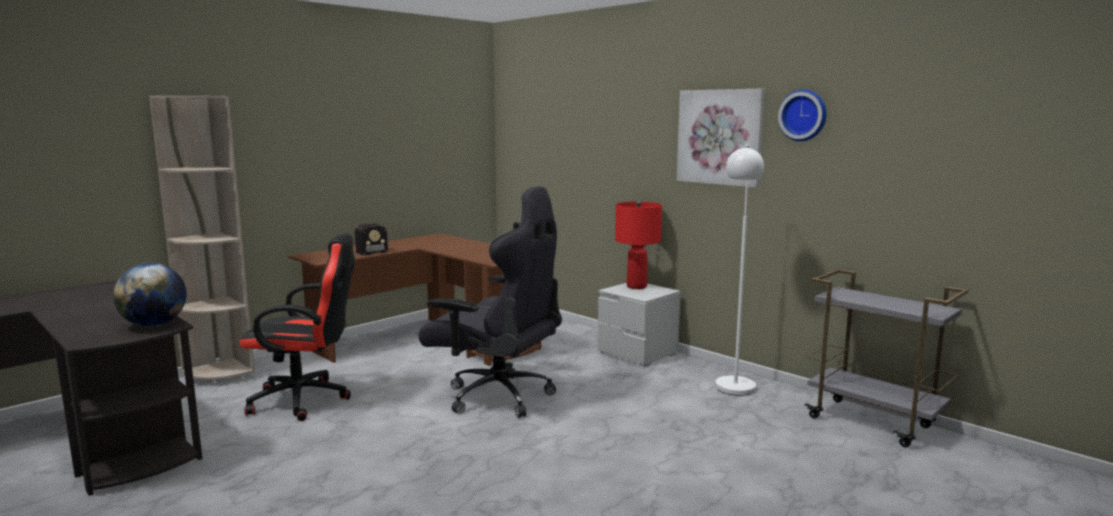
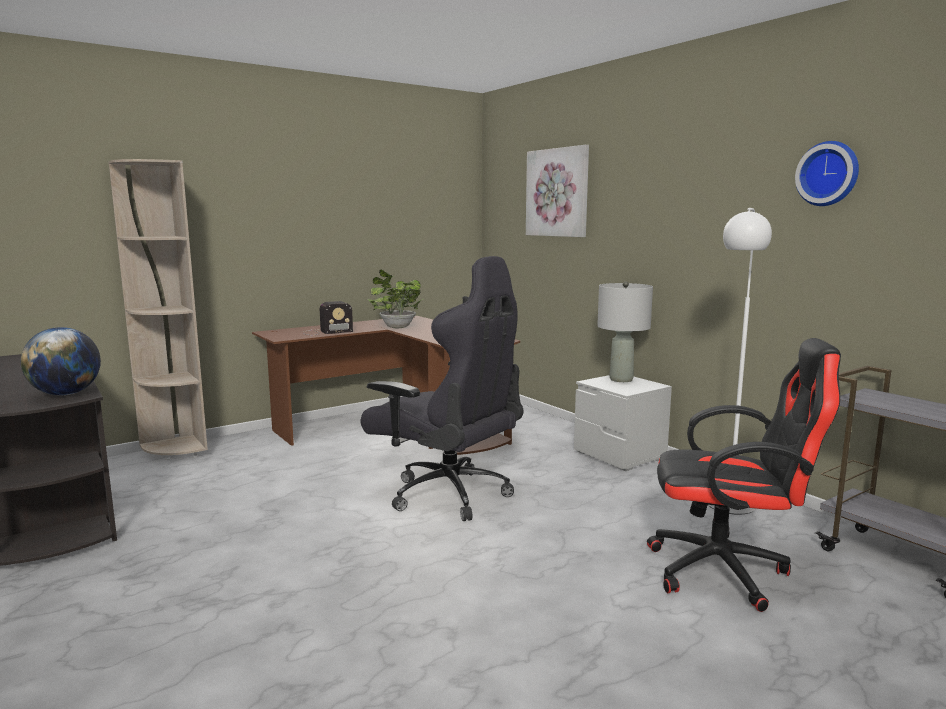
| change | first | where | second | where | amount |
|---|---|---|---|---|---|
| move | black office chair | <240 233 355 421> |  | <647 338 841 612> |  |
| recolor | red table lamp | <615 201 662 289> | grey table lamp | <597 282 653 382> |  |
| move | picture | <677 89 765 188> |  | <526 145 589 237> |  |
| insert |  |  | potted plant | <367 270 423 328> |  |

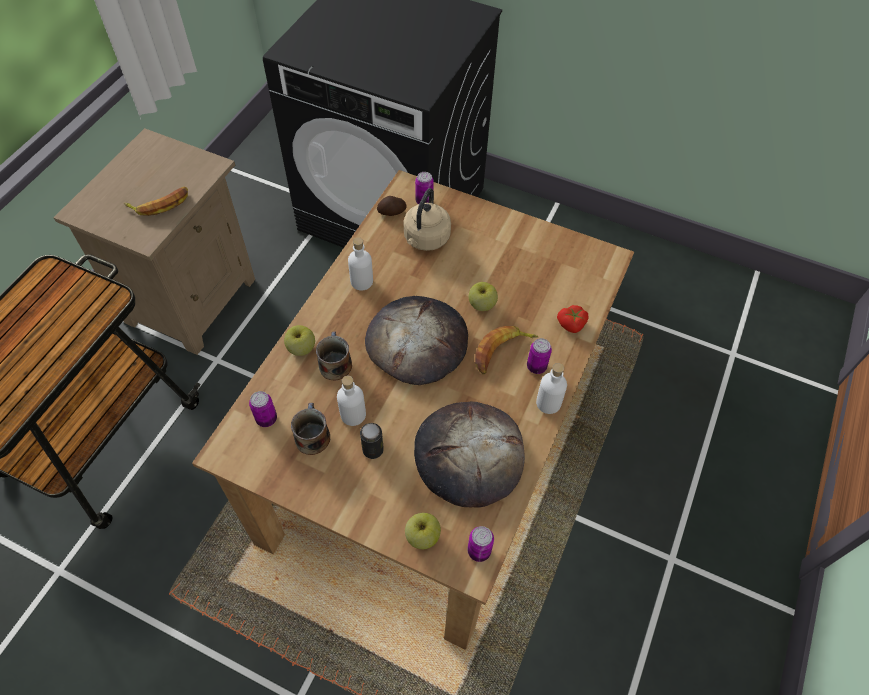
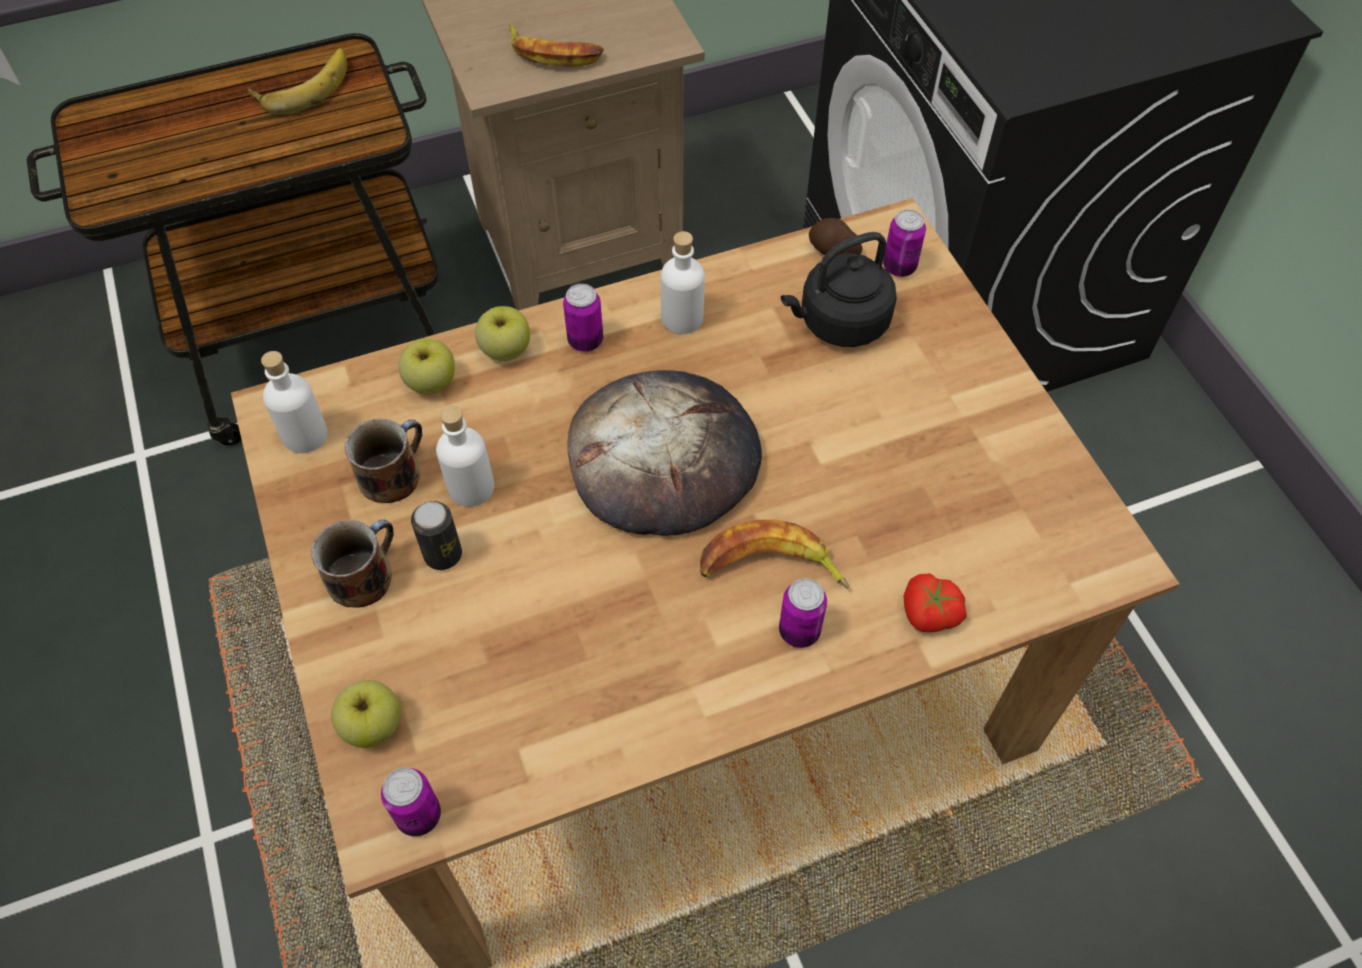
| change | first | where | second | where | amount |
|---|---|---|---|---|---|
| move | can | <249 391 277 427> |  | <563 284 603 352> |  |
| move | mug | <316 332 352 381> |  | <311 519 394 608> |  |
| recolor | beige kettle | <403 188 451 251> | black kettle | <781 232 897 347> |  |
| delete | bread | <414 402 525 508> |  |  |  |
| move | apple | <469 282 498 311> |  | <398 339 455 394> |  |
| move | white bottle | <536 363 567 414> |  | <261 351 327 453> |  |
| insert |  |  | banana | <248 48 347 115> |  |

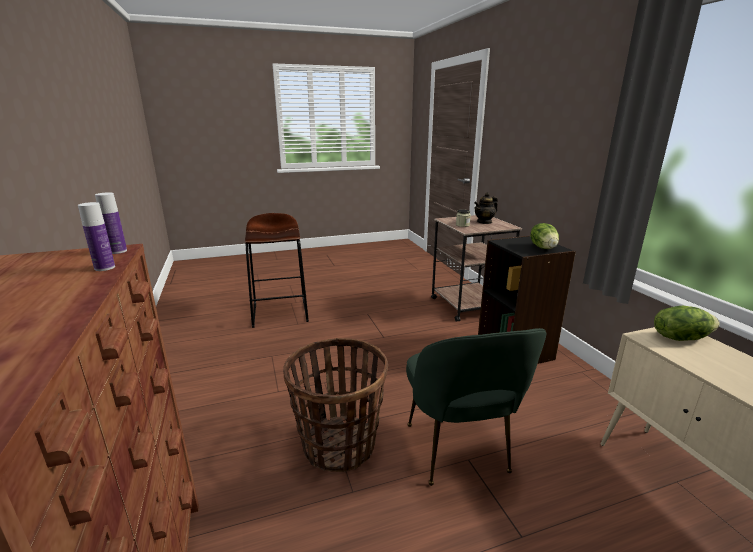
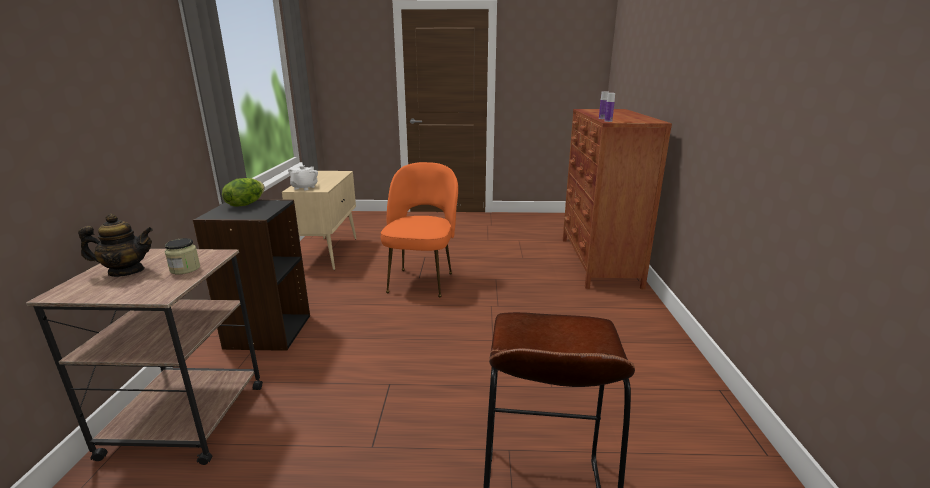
| change | first | where | second | where | amount |
|---|---|---|---|---|---|
| delete | basket | <283 338 388 472> |  |  |  |
| recolor | green chair | <406 328 546 486> | orange chair | <381 162 458 298> |  |
| replace | lettuce | <654 306 720 341> | white teapot | <288 165 318 190> |  |

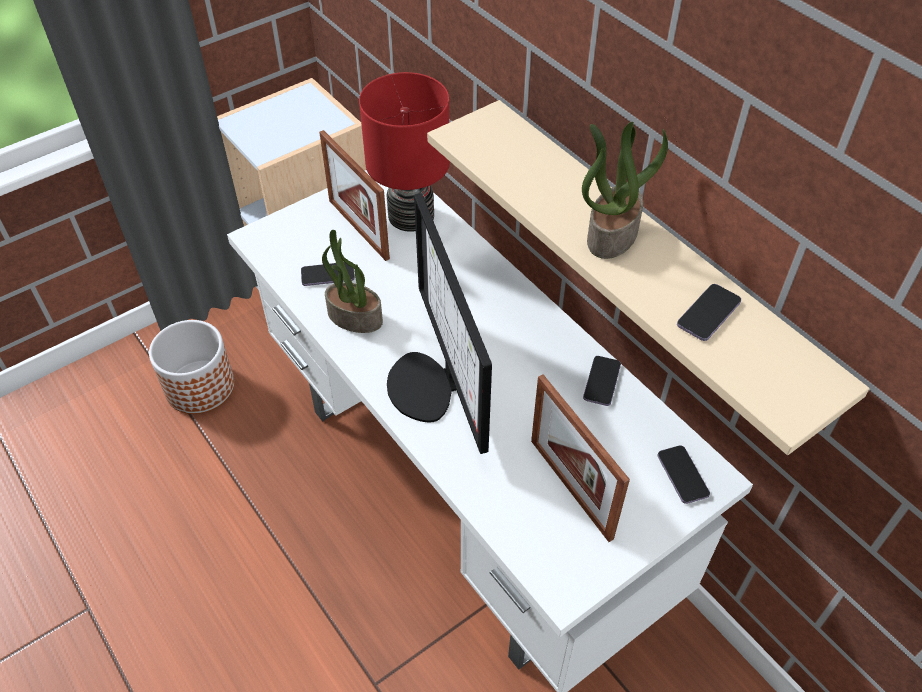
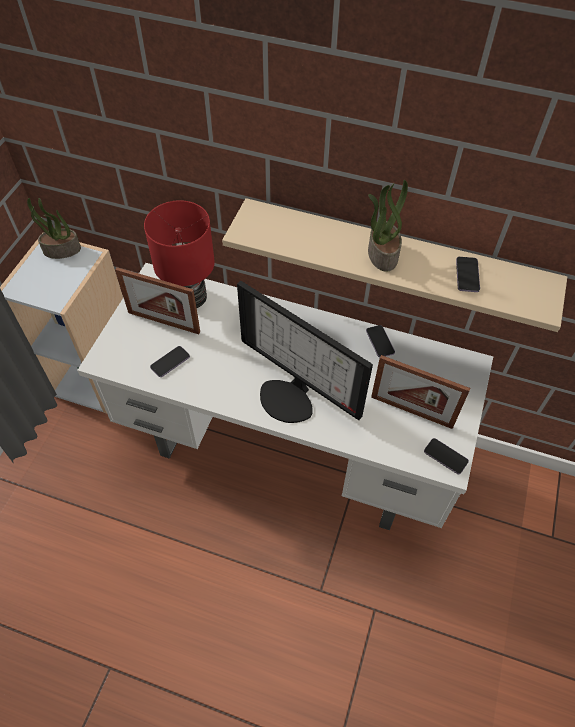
| change | first | where | second | where | amount |
|---|---|---|---|---|---|
| delete | planter | <149 320 234 414> |  |  |  |
| move | potted plant | <322 230 383 333> |  | <27 198 81 259> |  |
| move | phone | <657 445 710 504> |  | <424 438 469 474> |  |

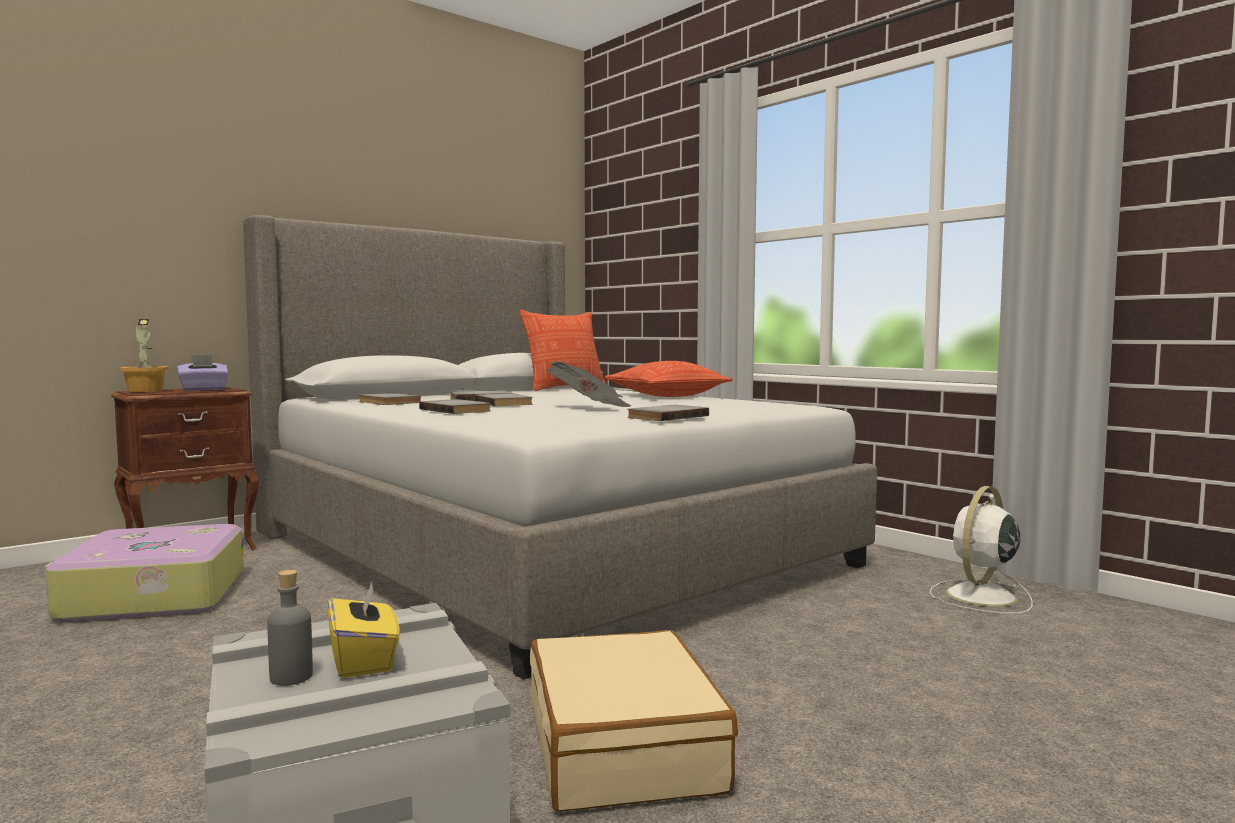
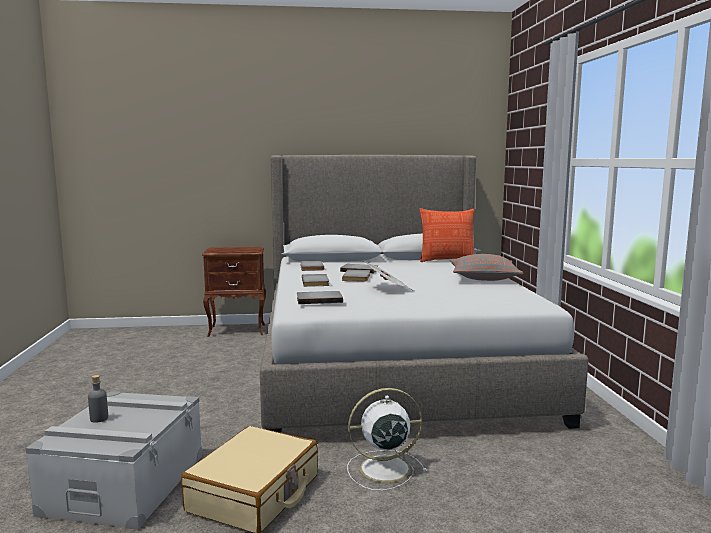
| change | first | where | second | where | amount |
|---|---|---|---|---|---|
| delete | suitcase | <45 524 244 622> |  |  |  |
| delete | potted plant | <119 319 169 392> |  |  |  |
| delete | purple tissue box | <177 355 229 391> |  |  |  |
| delete | yellow tissue box | <327 582 400 678> |  |  |  |
| recolor | orange pillow | <604 361 733 397> | grey pillow | <450 254 523 281> |  |
| move | grey book | <627 405 709 421> |  | <297 291 343 304> |  |
| move | white fan | <929 486 1033 614> |  | <347 388 427 491> |  |

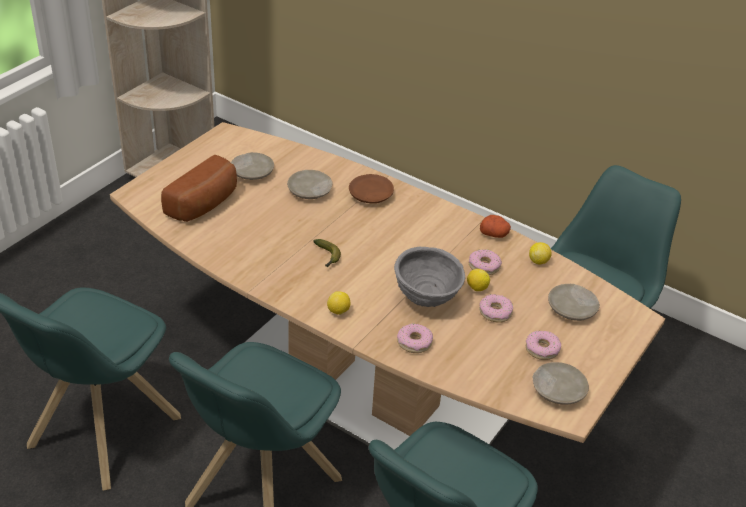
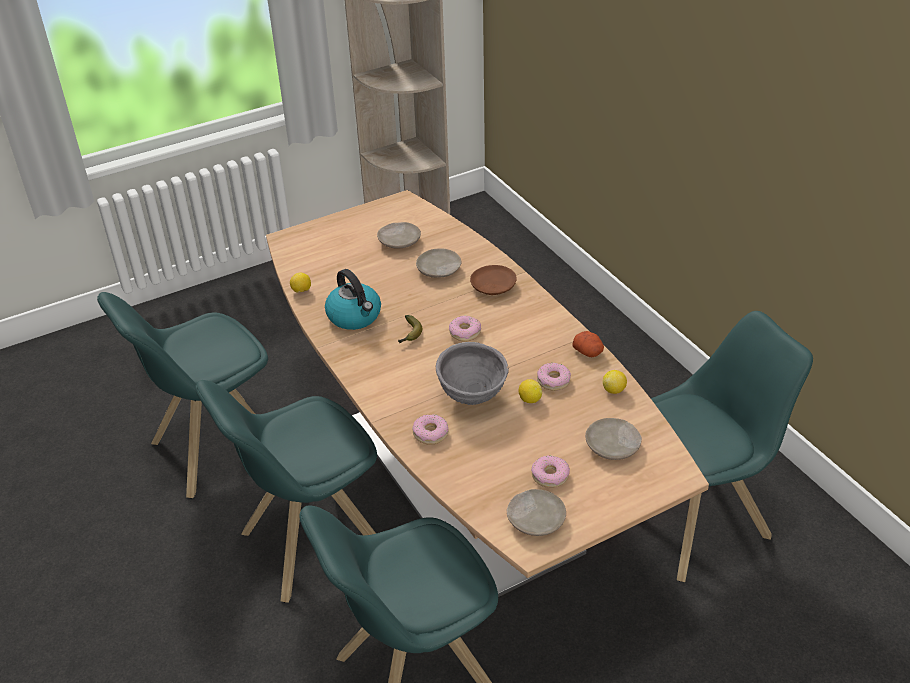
| change | first | where | second | where | amount |
|---|---|---|---|---|---|
| delete | bread | <161 155 237 222> |  |  |  |
| move | lemon | <327 291 350 315> |  | <290 272 311 293> |  |
| move | donut | <480 294 513 323> |  | <449 315 481 342> |  |
| insert |  |  | kettle | <325 269 381 330> |  |

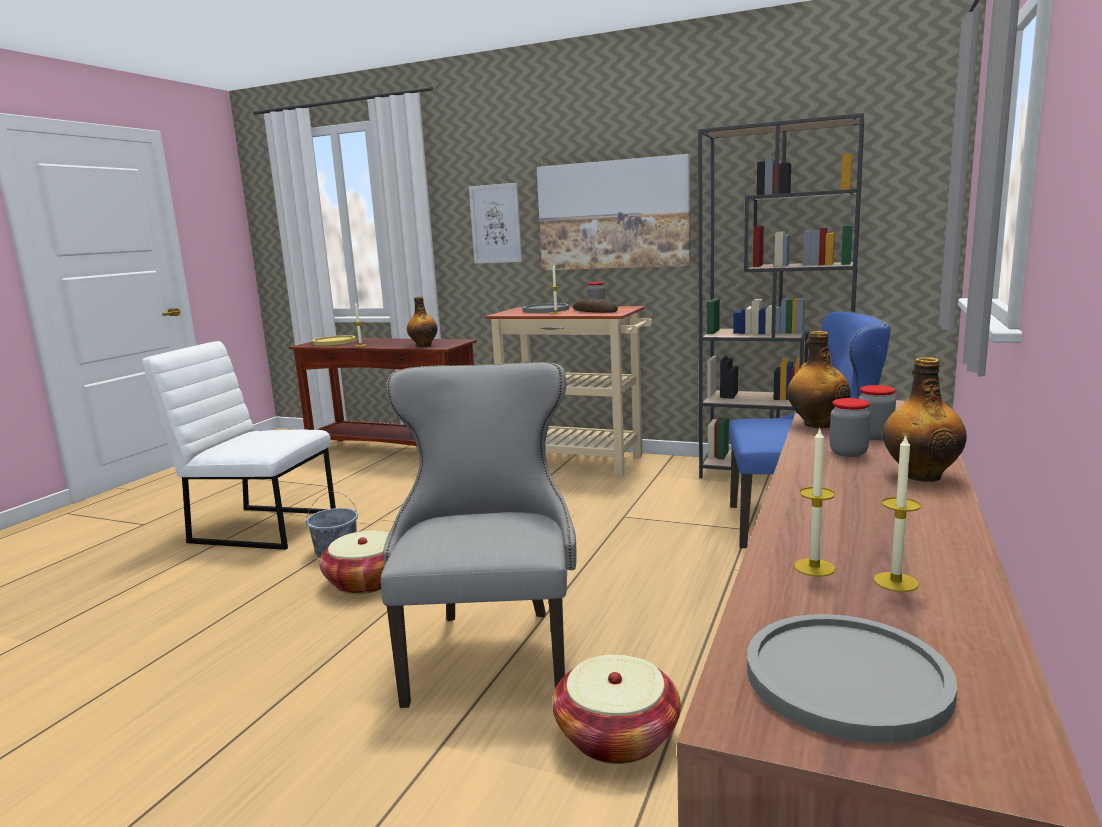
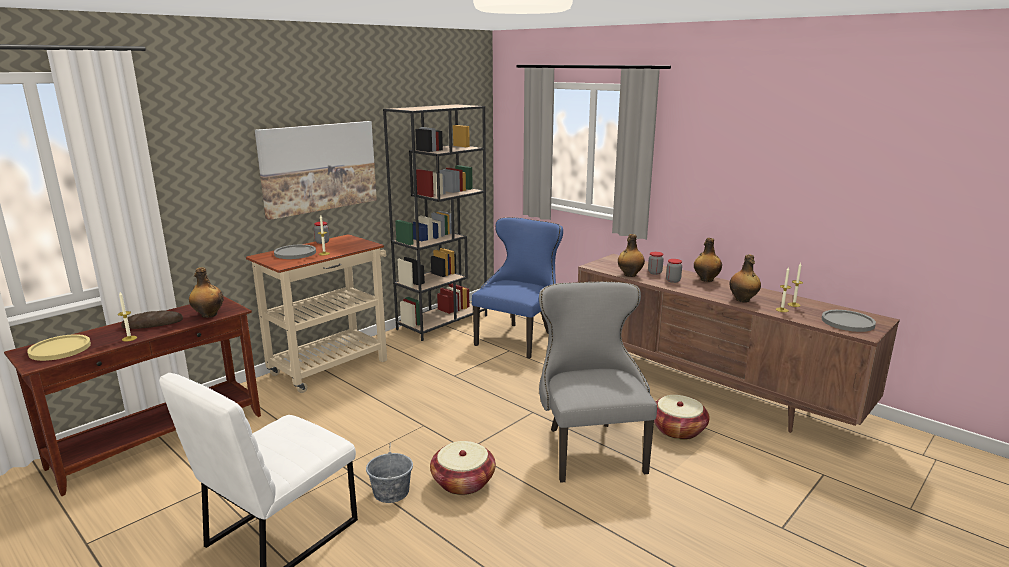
| change | first | where | second | where | amount |
|---|---|---|---|---|---|
| rotate | grey chair | <381 362 577 708> |  | <539 281 657 483> | 60 degrees clockwise |
| delete | picture | <469 183 522 264> |  |  |  |
| move | bread | <573 298 618 313> |  | <121 311 183 329> |  |
| insert |  |  | bottle | <730 254 761 302> |  |

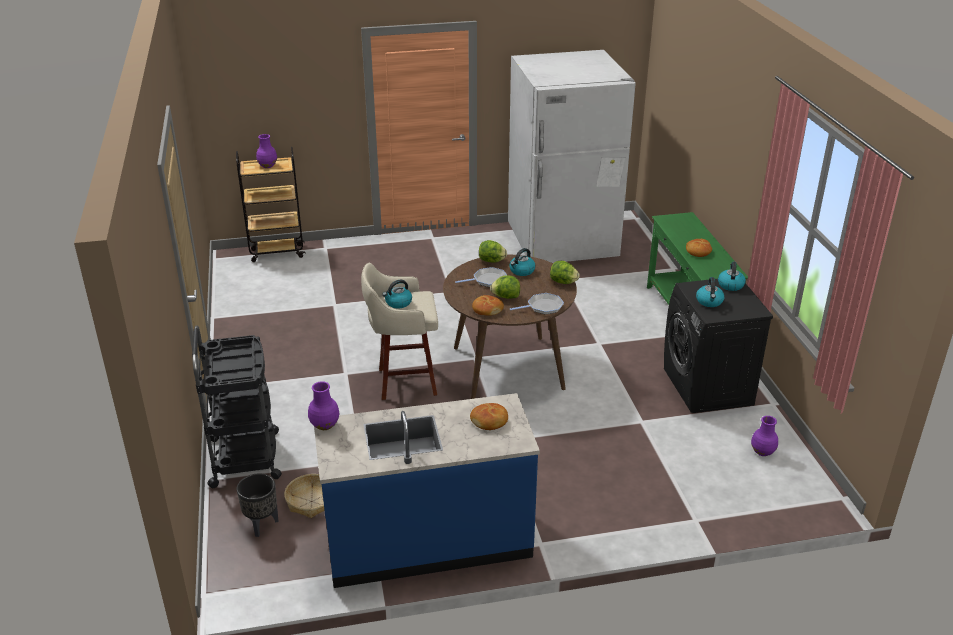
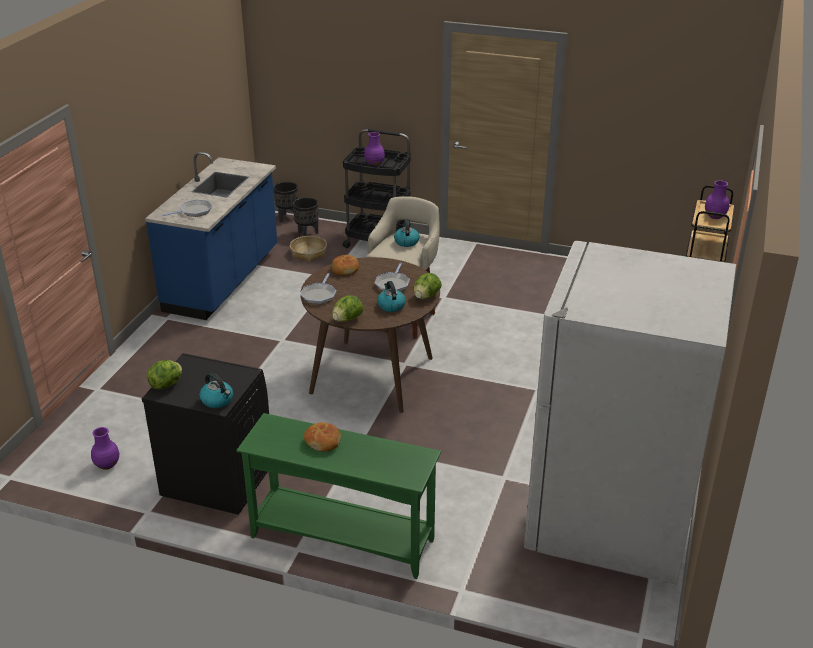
| change | first | where | second | where | amount |
|---|---|---|---|---|---|
| move | purple vase | <308 381 339 430> |  | <364 132 385 165> |  |
| replace | bread | <470 403 508 430> | frying pan | <162 199 213 217> |  |
| move | lettuce | <490 276 520 299> |  | <147 360 182 390> |  |
| delete | kettle | <696 277 724 307> |  |  |  |
| insert |  |  | black planter | <273 182 298 223> |  |

